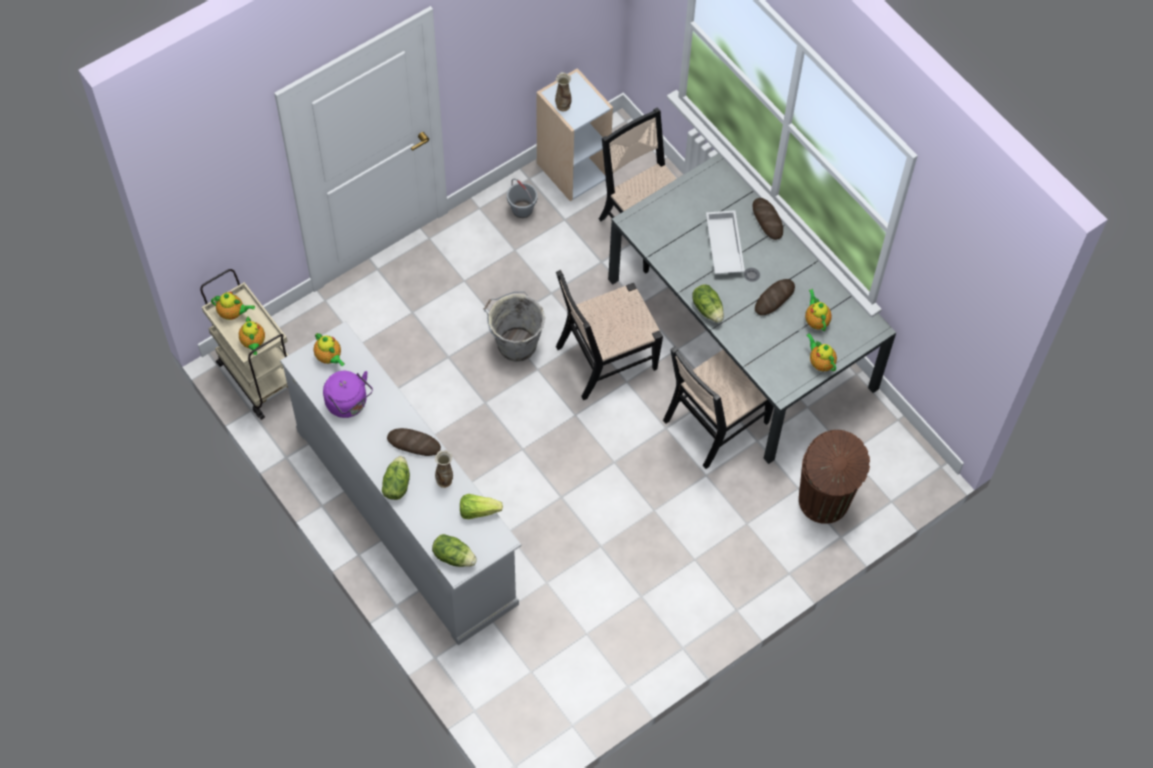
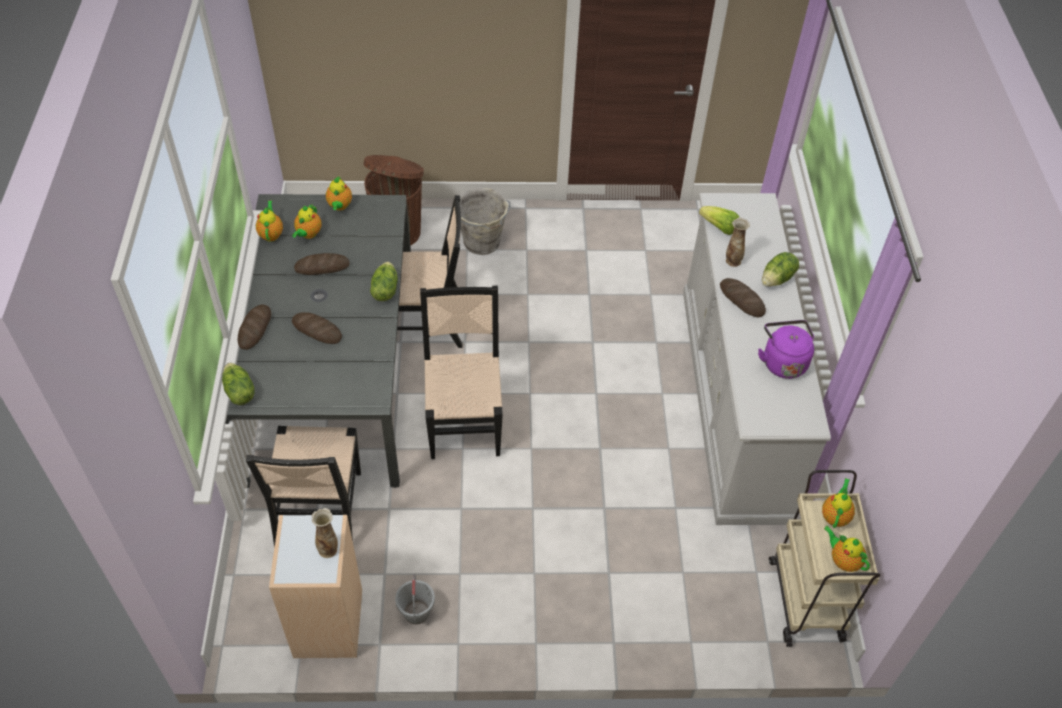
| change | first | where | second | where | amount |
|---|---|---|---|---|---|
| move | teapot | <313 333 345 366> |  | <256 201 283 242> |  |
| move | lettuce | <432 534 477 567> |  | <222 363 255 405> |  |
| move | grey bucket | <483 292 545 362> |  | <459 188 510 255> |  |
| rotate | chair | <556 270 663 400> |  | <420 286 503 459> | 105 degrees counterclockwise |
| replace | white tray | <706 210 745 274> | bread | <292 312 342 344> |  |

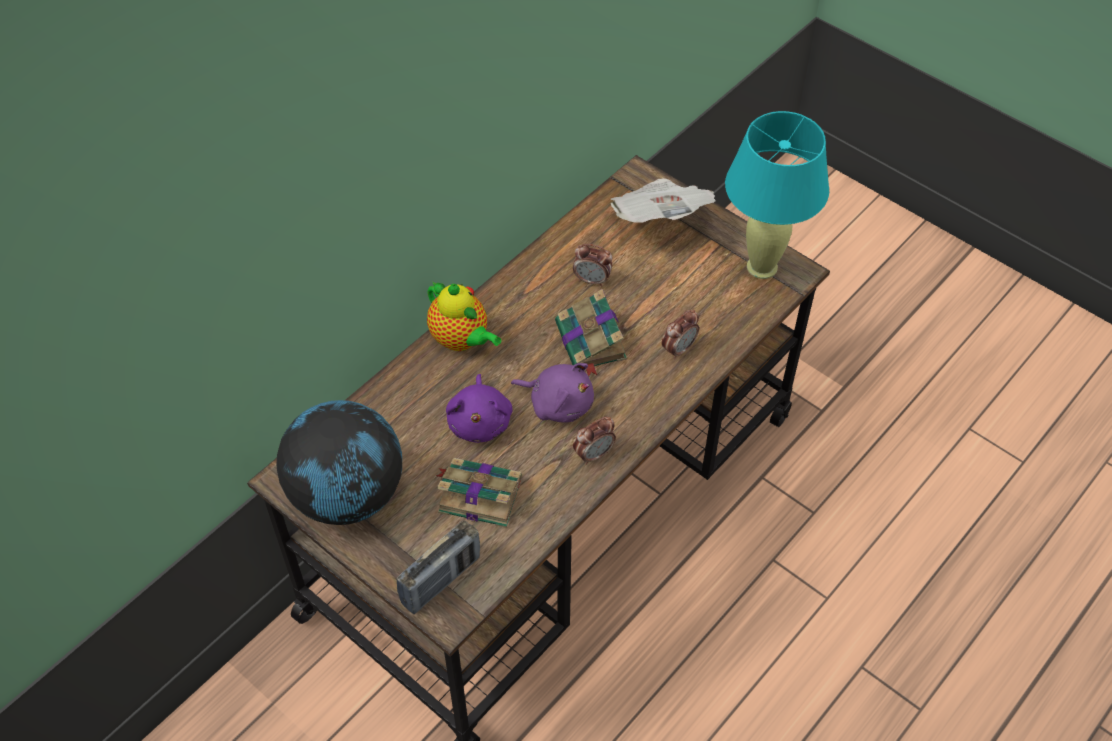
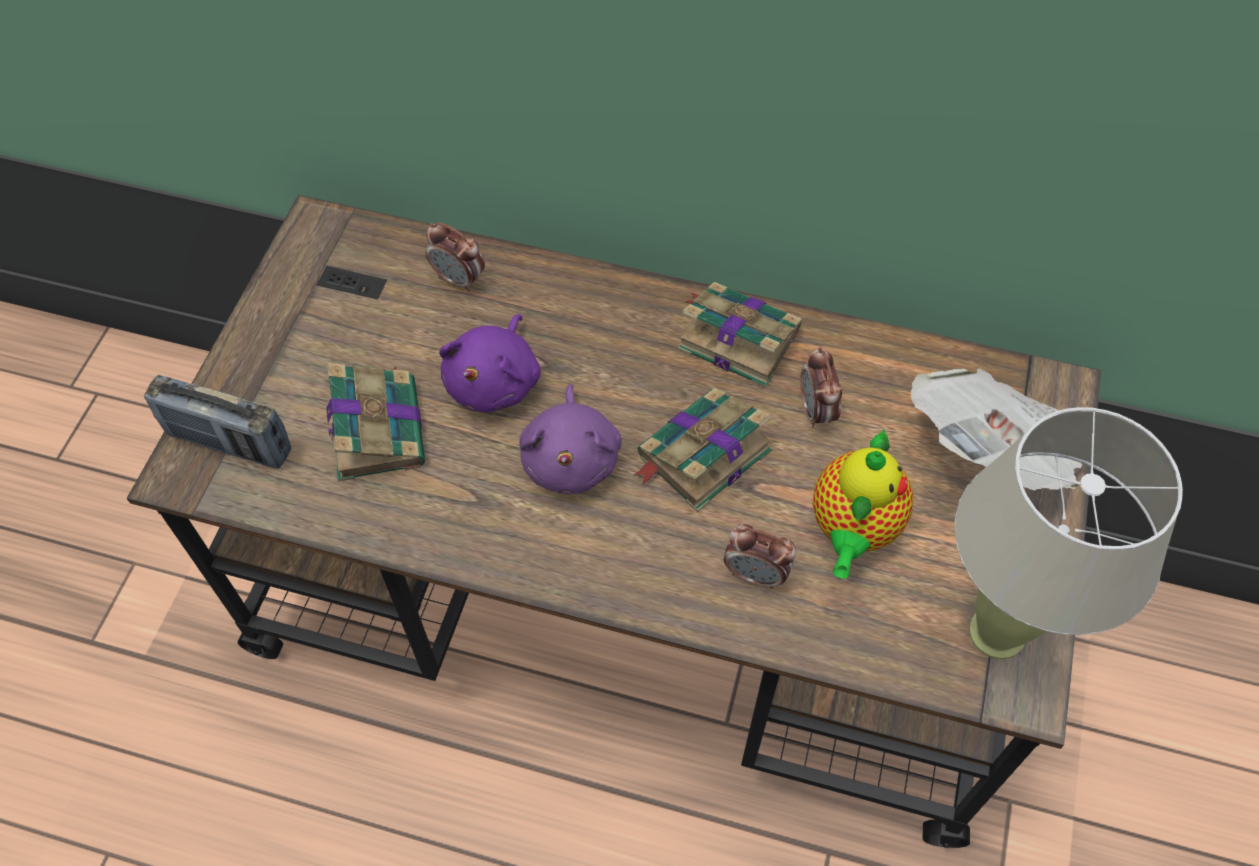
| change | first | where | second | where | amount |
|---|---|---|---|---|---|
| delete | globe | <276 400 402 525> |  |  |  |
| move | teapot | <427 282 501 351> |  | <812 429 913 579> |  |
| rotate | purple plush toy | <446 374 513 443> |  | <439 314 541 412> | 45 degrees counterclockwise |
| move | alarm clock | <573 416 616 465> |  | <425 222 485 292> |  |
| recolor | turquoise table lamp | <725 111 829 279> | beige table lamp | <955 407 1183 659> |  |
| insert |  |  | book | <678 282 802 388> |  |

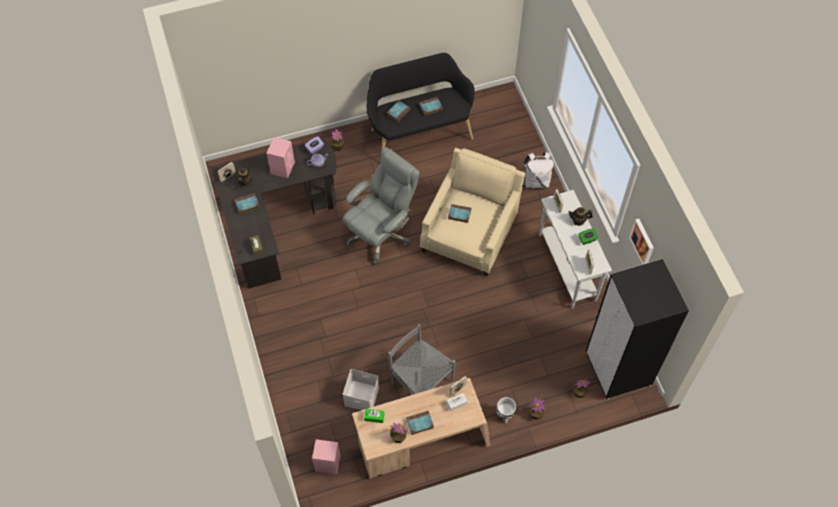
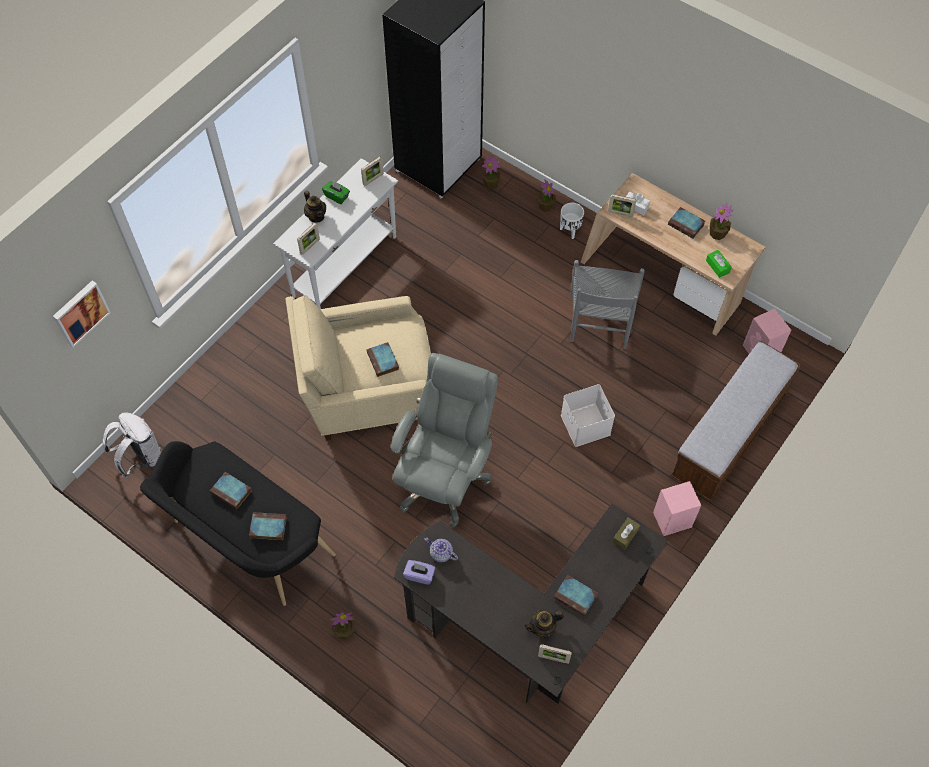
| change | first | where | second | where | amount |
|---|---|---|---|---|---|
| move | pink speaker | <267 137 295 178> |  | <653 481 701 536> |  |
| rotate | grey office chair | <343 147 420 264> |  | <391 353 498 527> | 105 degrees clockwise |
| move | white storage box | <343 369 379 410> |  | <561 384 615 447> |  |
| move | white backpack | <523 152 554 189> |  | <102 412 161 478> |  |
| move | picture | <629 219 654 265> |  | <53 280 111 347> |  |
| insert |  |  | bench | <670 341 802 502> |  |

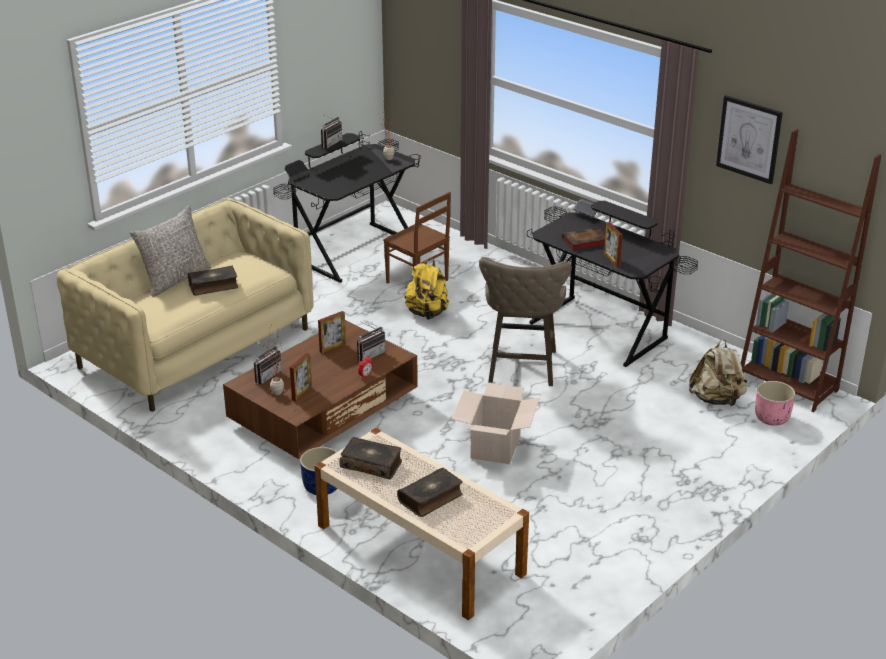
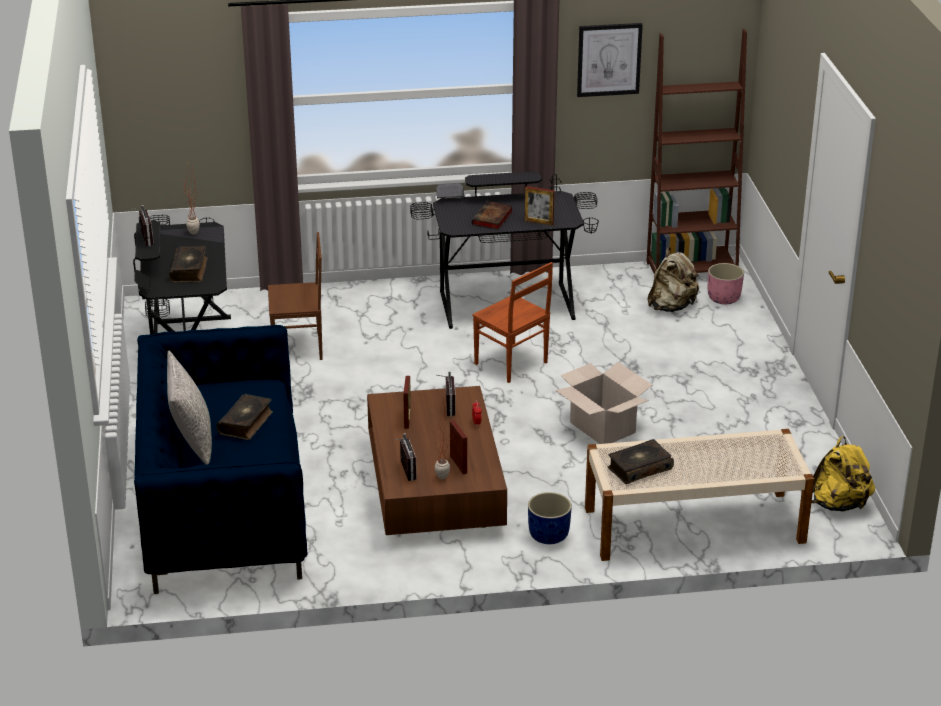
| change | first | where | second | where | amount |
|---|---|---|---|---|---|
| recolor | beige sofa | <57 198 314 412> | blue sofa | <134 325 308 594> |  |
| move | book | <397 468 463 517> |  | <169 246 208 283> |  |
| move | yellow backpack | <404 258 449 320> |  | <811 436 875 511> |  |
| replace | beige stool | <479 257 572 386> | brown chair | <473 262 553 383> |  |

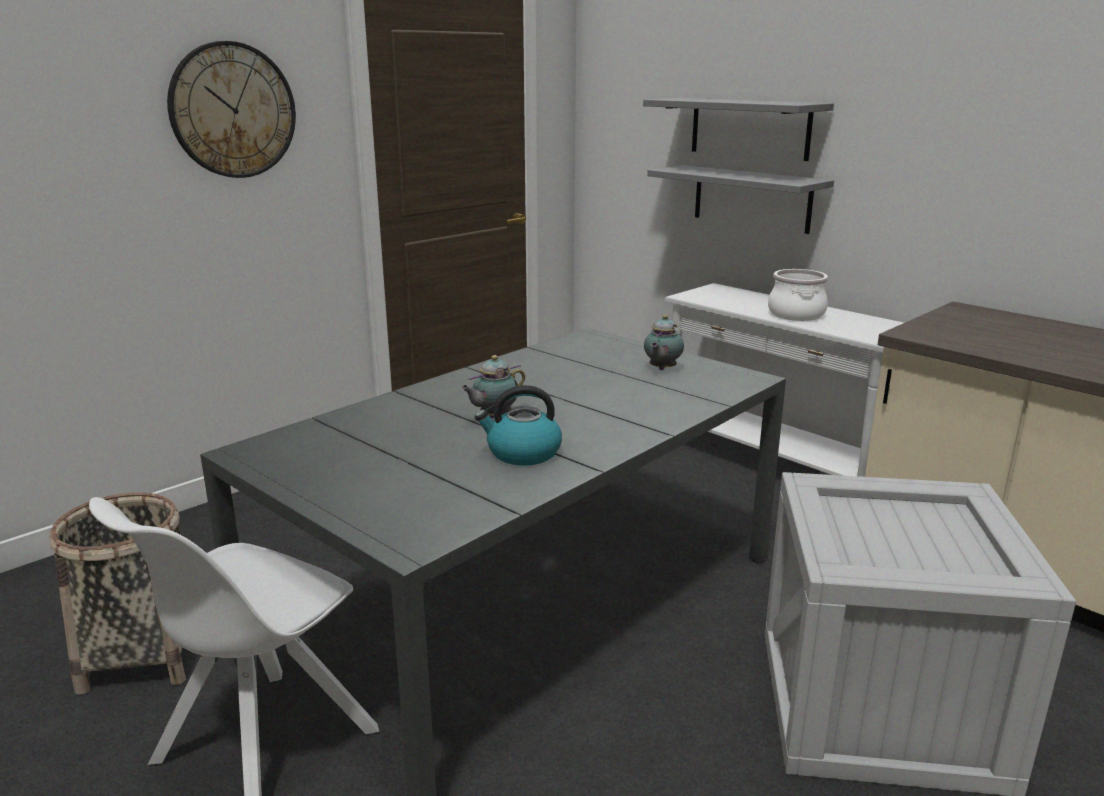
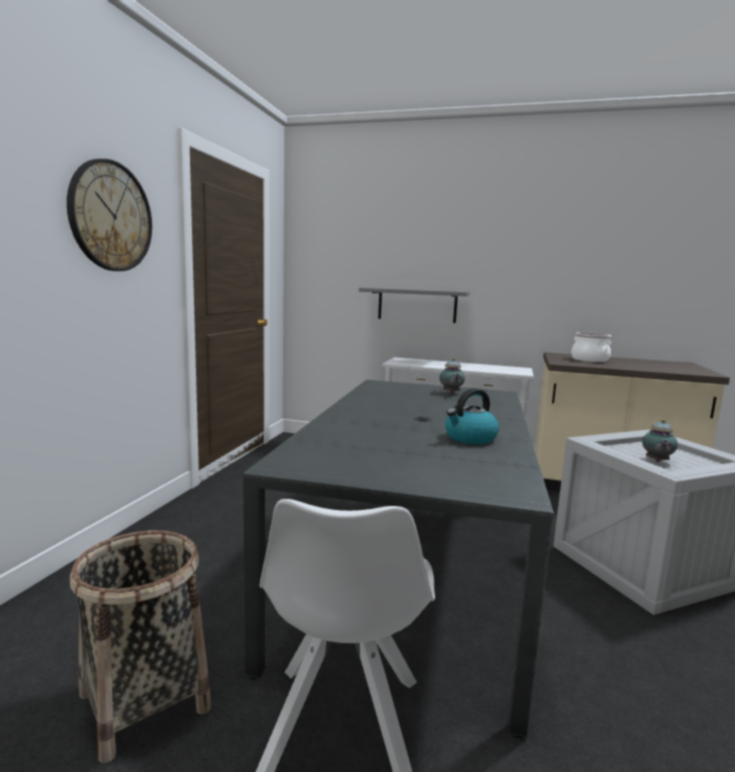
| change | first | where | second | where | amount |
|---|---|---|---|---|---|
| move | teapot | <461 355 525 418> |  | <642 419 678 462> |  |
| delete | grey shelf | <643 98 834 161> |  |  |  |
| move | cooking pot | <768 269 828 321> |  | <571 332 611 362> |  |

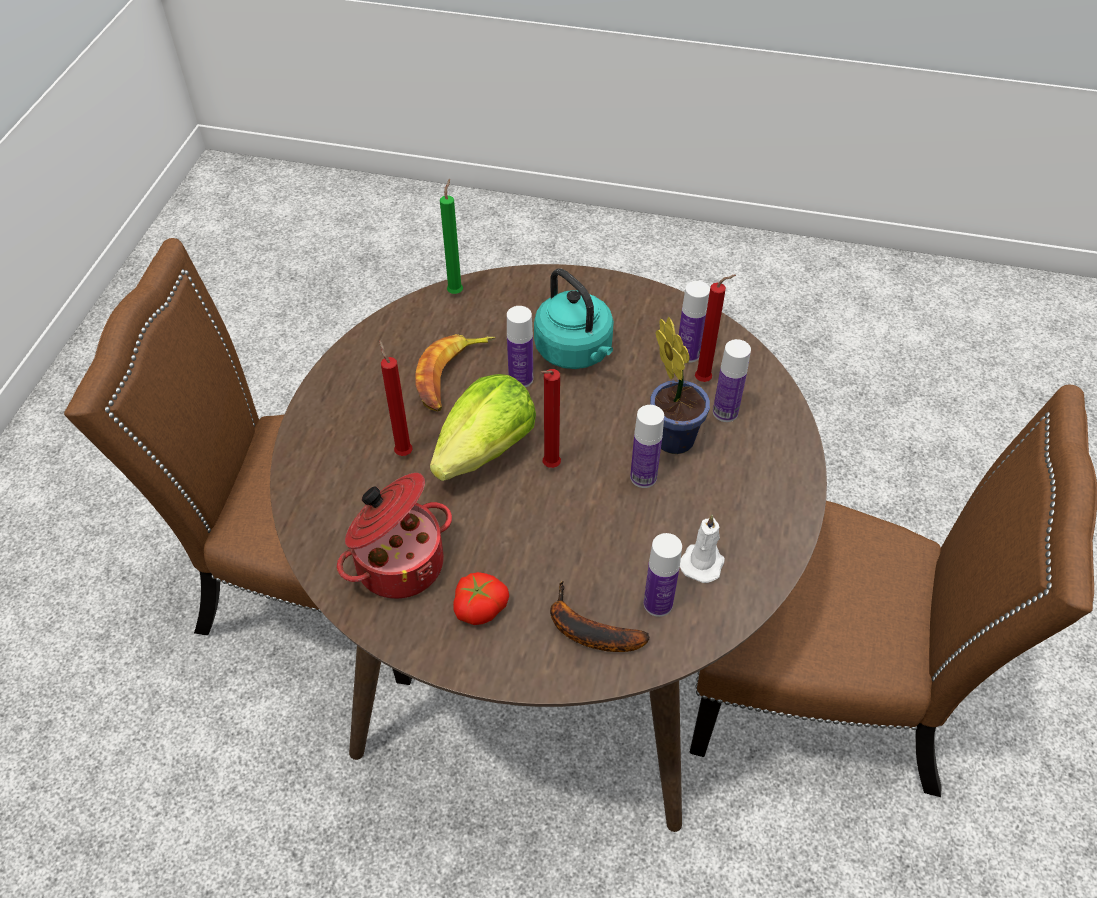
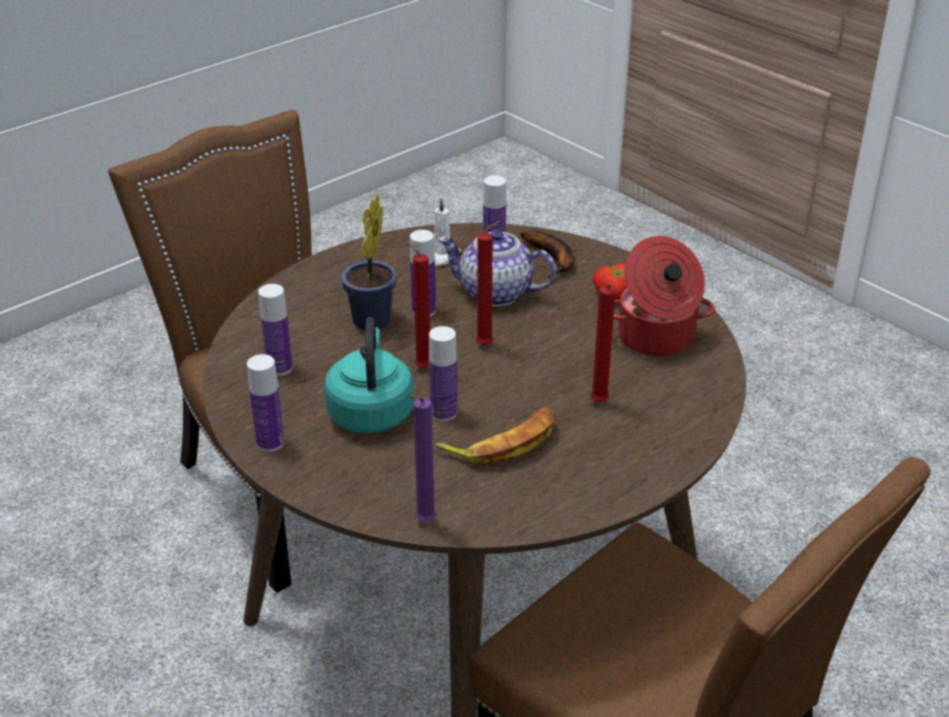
| change | first | where | second | where | amount |
|---|---|---|---|---|---|
| delete | lettuce | <430 374 536 481> |  |  |  |
| recolor | green candle | <440 179 463 294> | purple candle | <407 395 436 522> |  |
| move | red candle | <695 275 736 382> |  | <406 240 430 368> |  |
| move | bottle | <713 339 751 422> |  | <247 354 284 452> |  |
| insert |  |  | teapot | <438 230 556 307> |  |

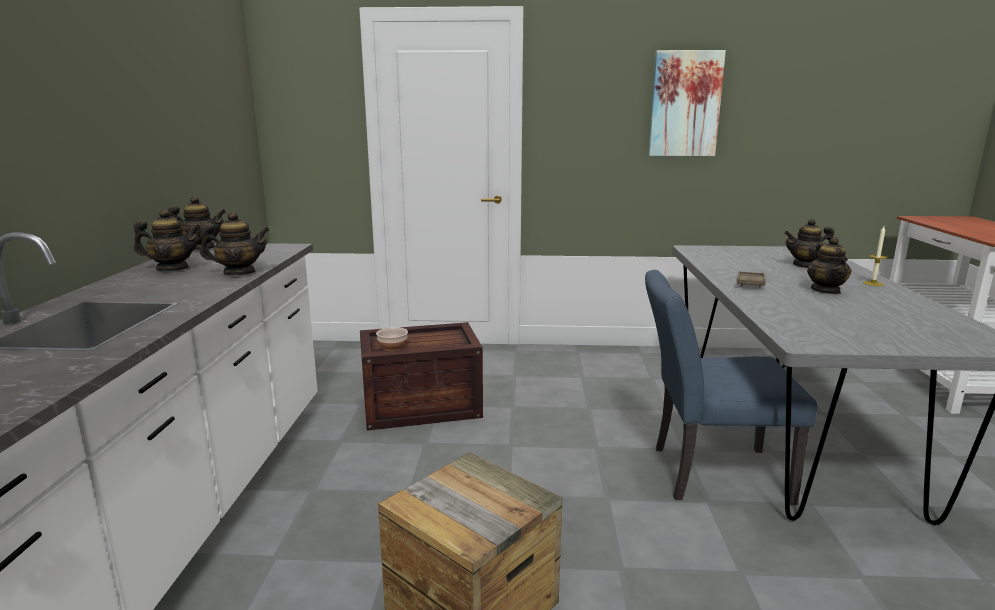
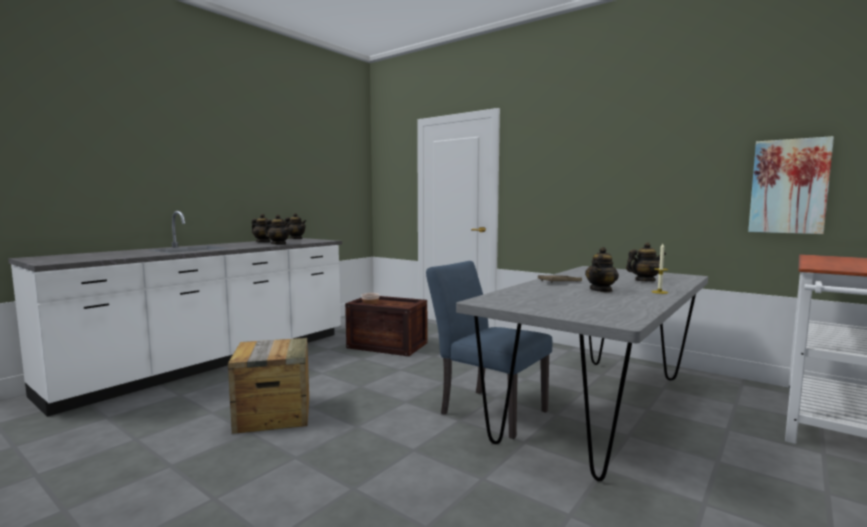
| change | first | where | second | where | amount |
|---|---|---|---|---|---|
| move | picture | <649 50 726 156> |  | <748 136 834 234> |  |
| rotate | teapot | <784 219 834 268> |  | <626 242 666 282> | 135 degrees clockwise |

